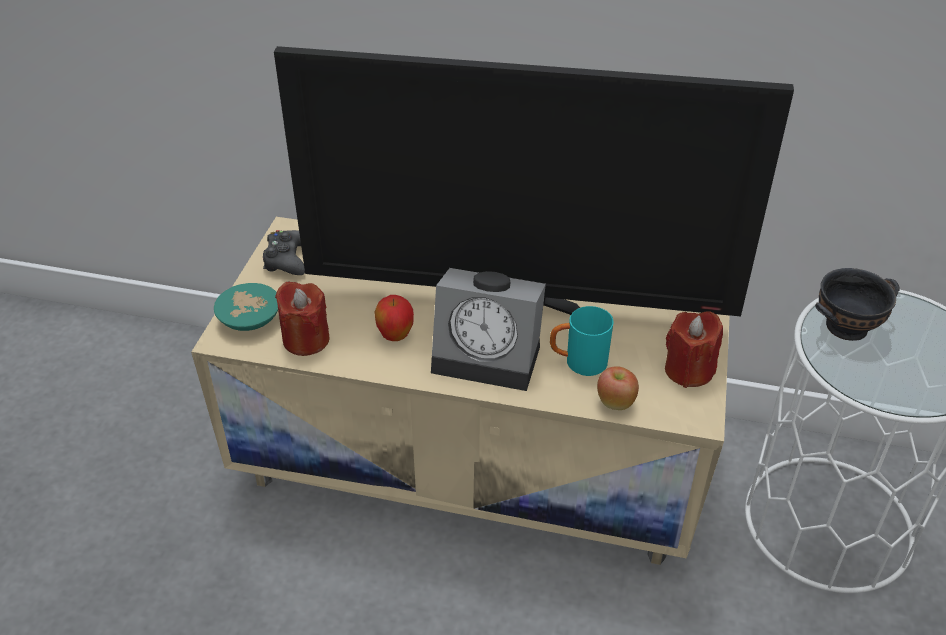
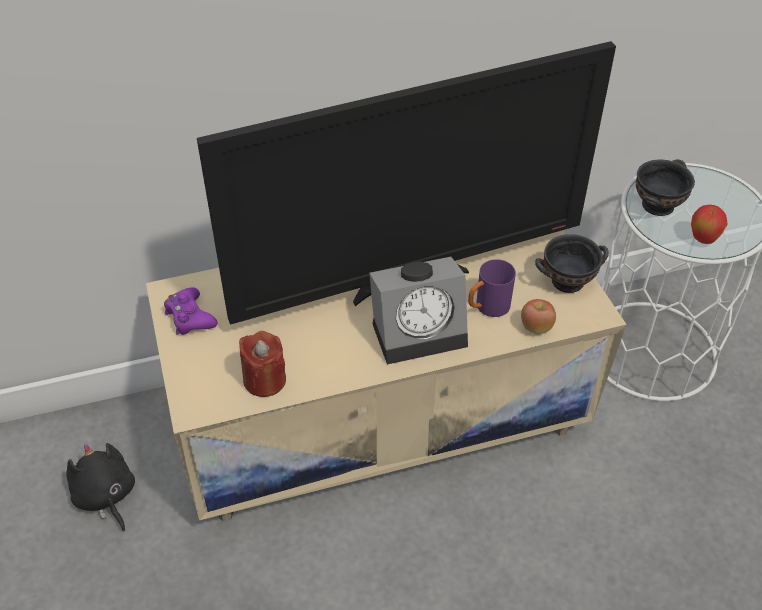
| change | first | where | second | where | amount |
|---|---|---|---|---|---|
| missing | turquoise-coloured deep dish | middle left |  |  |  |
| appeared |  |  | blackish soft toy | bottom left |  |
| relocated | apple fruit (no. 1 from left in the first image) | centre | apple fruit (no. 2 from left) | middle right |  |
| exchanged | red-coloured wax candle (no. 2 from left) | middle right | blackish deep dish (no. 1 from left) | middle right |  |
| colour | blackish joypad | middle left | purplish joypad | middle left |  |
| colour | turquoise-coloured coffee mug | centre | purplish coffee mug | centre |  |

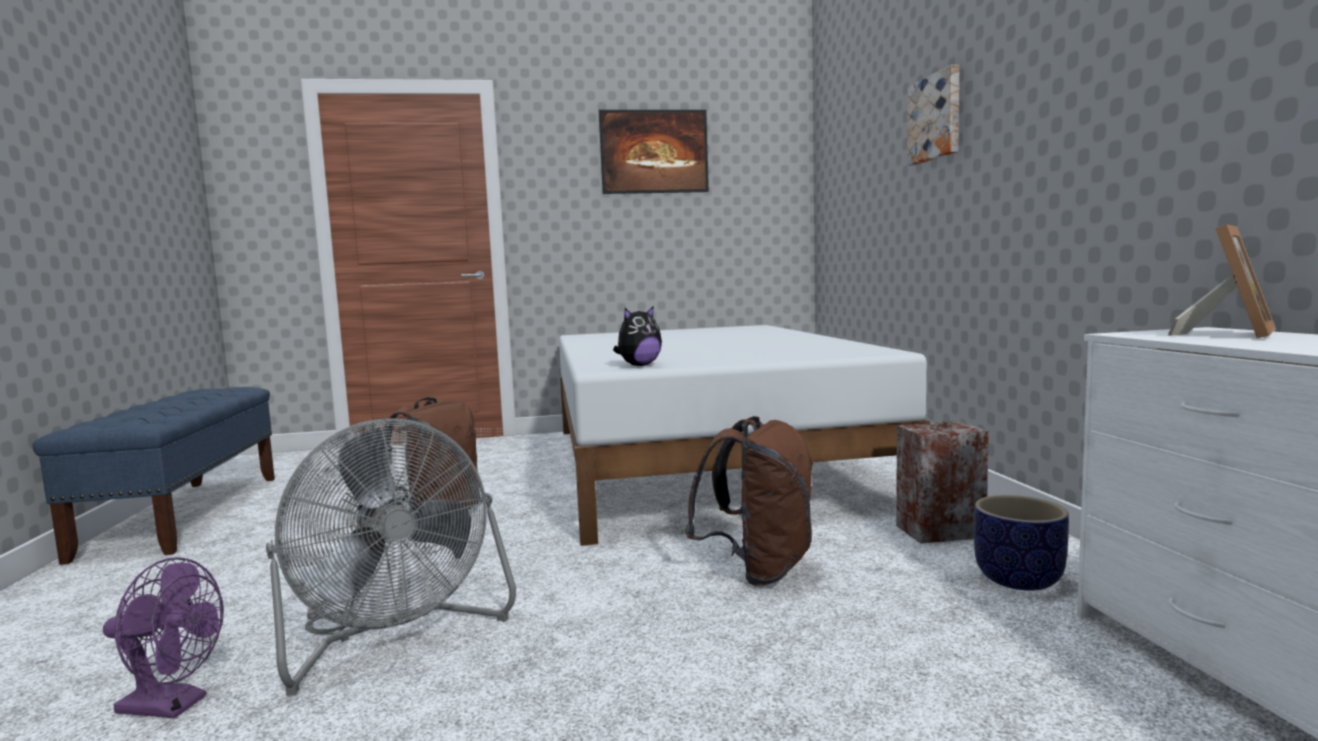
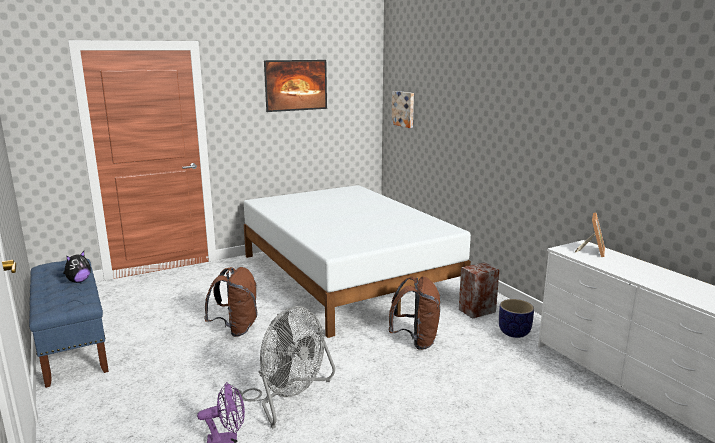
| change | first | where | second | where | amount |
|---|---|---|---|---|---|
| relocated | soft toy | centre |  | middle left |  |
| relocated | picture (no. 2 from left) | top right |  | top centre |  |

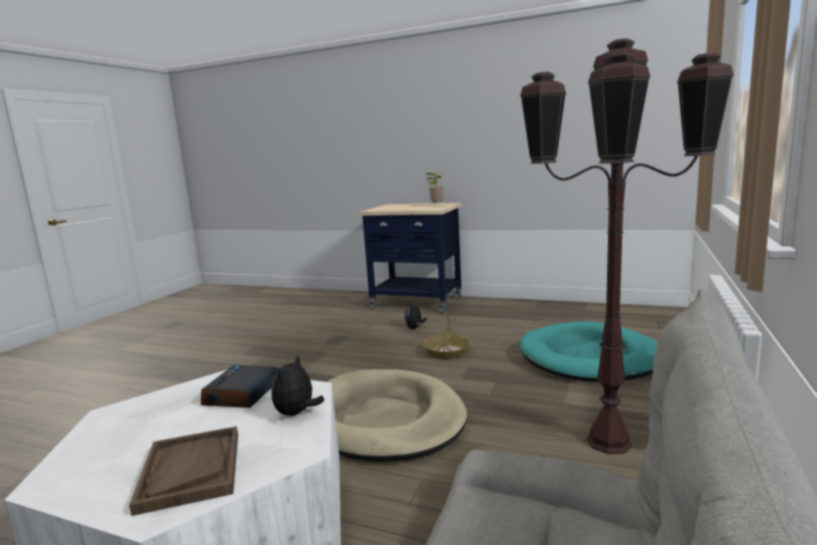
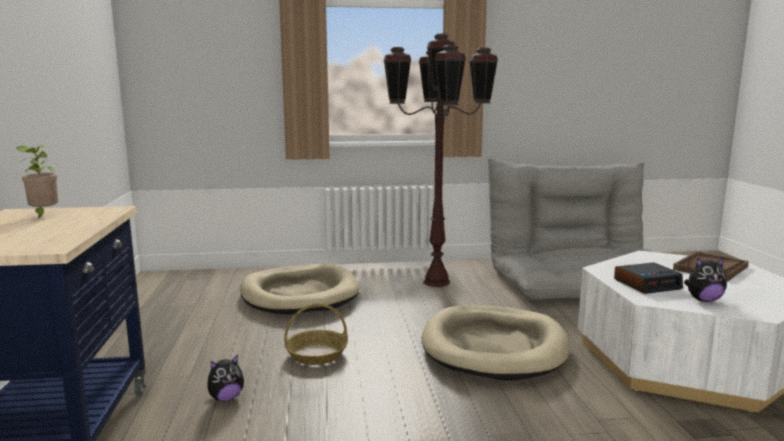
| change | first | where | second | where | amount |
|---|---|---|---|---|---|
| relocated | soft toy (no. 1 from left in the first image) | bottom centre | soft toy (no. 2 from left) | middle right |  |
| colour | turquoise-coloured dog cushion | middle right | beige-coloured dog cushion (no. 1 from left) | centre |  |

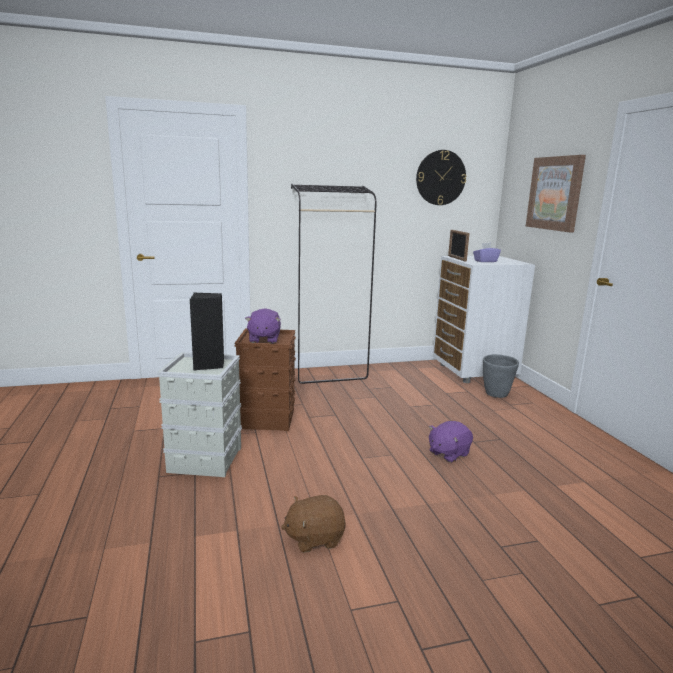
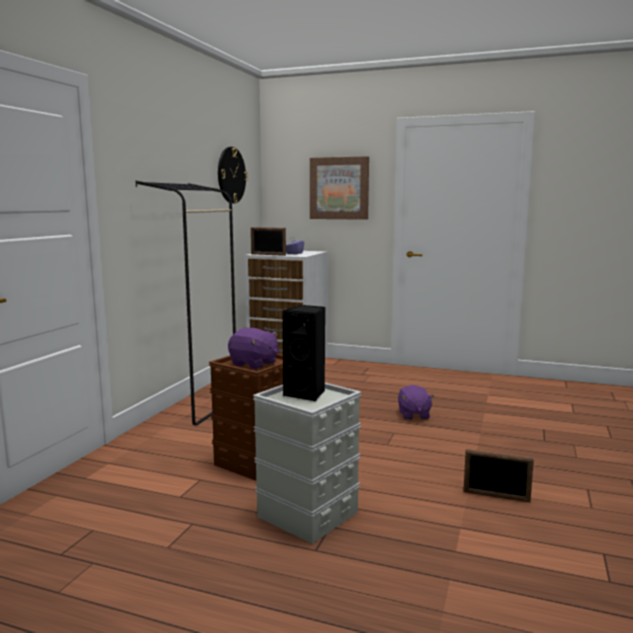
| change | first | where | second | where | amount |
|---|---|---|---|---|---|
| missing | gray planter | middle right |  |  |  |
| exchanged | brown-coloured soft toy | bottom centre | picture frame (no. 2 from left) | bottom right |  |

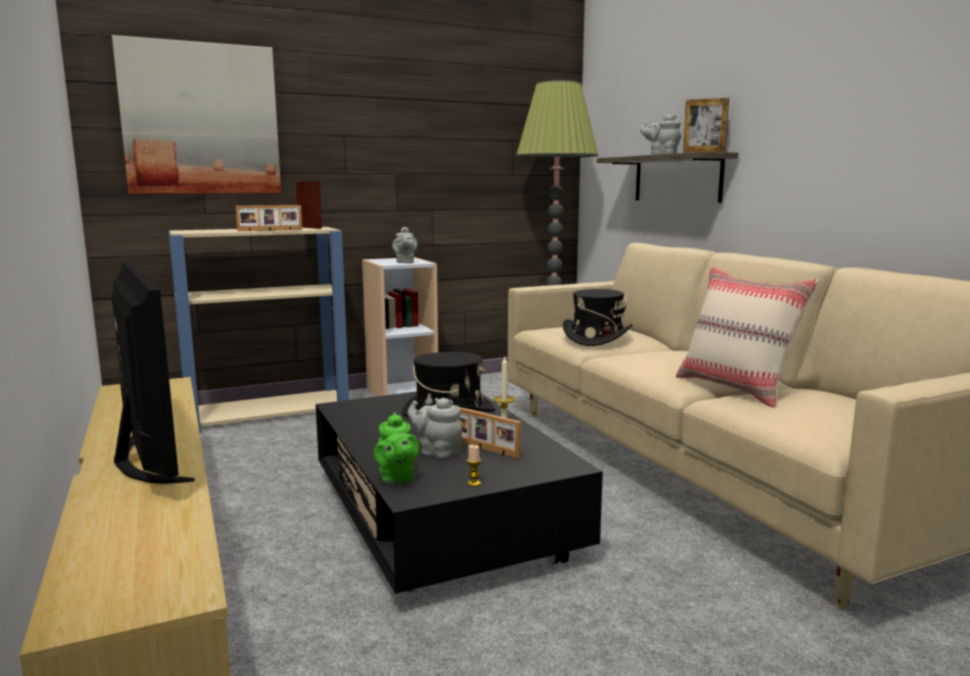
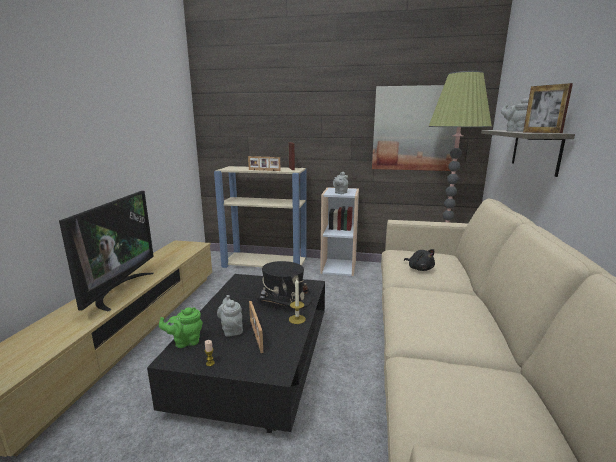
| change | first | where | second | where | amount |
|---|---|---|---|---|---|
| missing | beige-coloured cushion | middle right |  |  |  |
| relocated | picture | top left |  | top right |  |
| exchanged | blackish hat (no. 2 from left) | centre | blackish soft toy | middle right |  |
| spun | green pot for tea | centre |  | bottom left | 45 degrees clockwise |

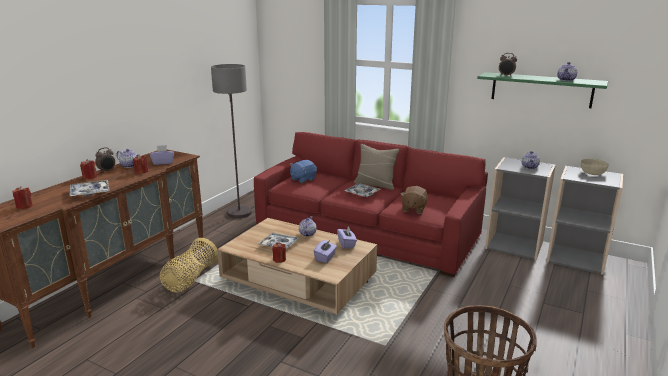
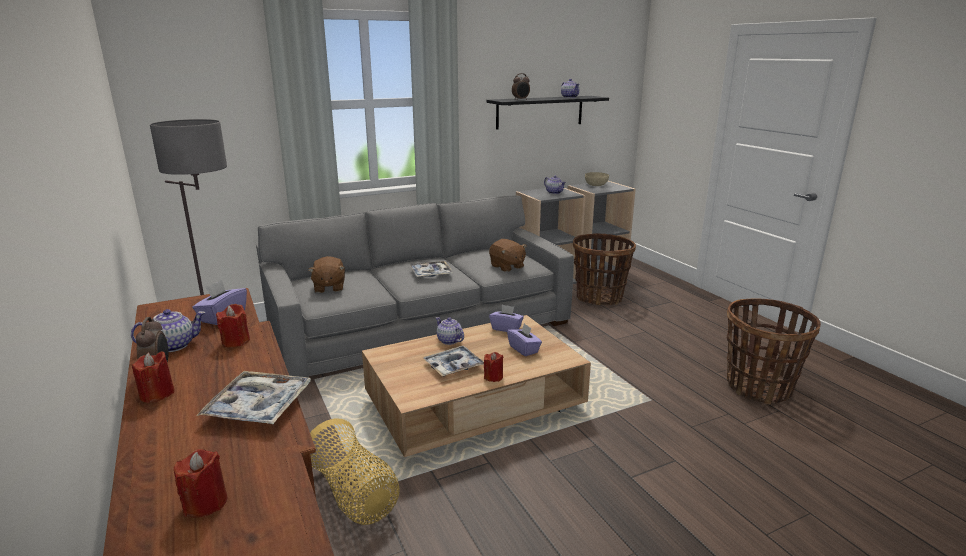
| change | first | where | second | where | amount |
|---|---|---|---|---|---|
| missing | beige-coloured cushion | centre |  |  |  |
| appeared |  |  | basket (no. 2 from left) | centre |  |
| colour | red-coloured sofa | centre | gray sofa | centre |  |
| colour | blue-coloured soft toy | centre | brown-coloured soft toy (no. 1 from left) | centre |  |
| colour | green wall shelf | top right | blackish wall shelf | top centre |  |

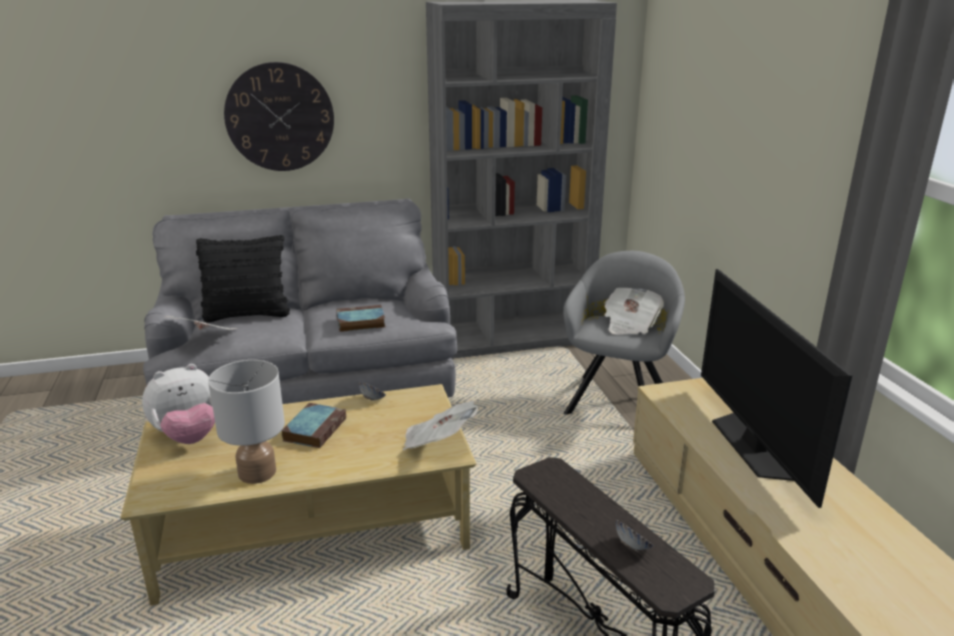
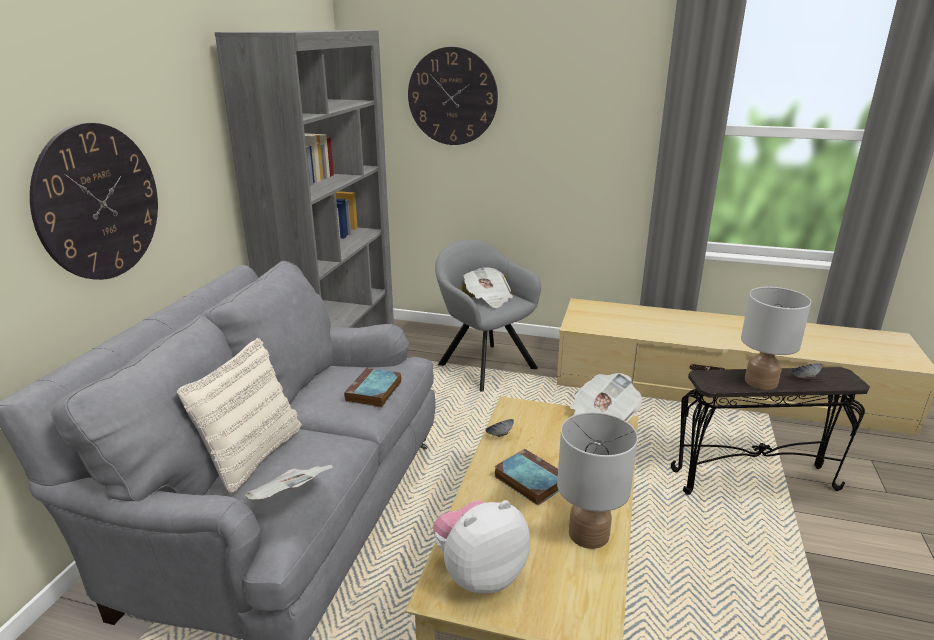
| change | first | where | second | where | amount |
|---|---|---|---|---|---|
| missing | TV set | middle right |  |  |  |
| appeared |  |  | clock on the wall (no. 2 from left) | top centre |  |
| appeared |  |  | gray tabletop lamp (no. 2 from left) | middle right |  |
| colour | blackish cushion | middle left | beige-coloured cushion | middle left |  |
| spun | soft toy | middle left |  | bottom centre | 120 degrees counterclockwise |

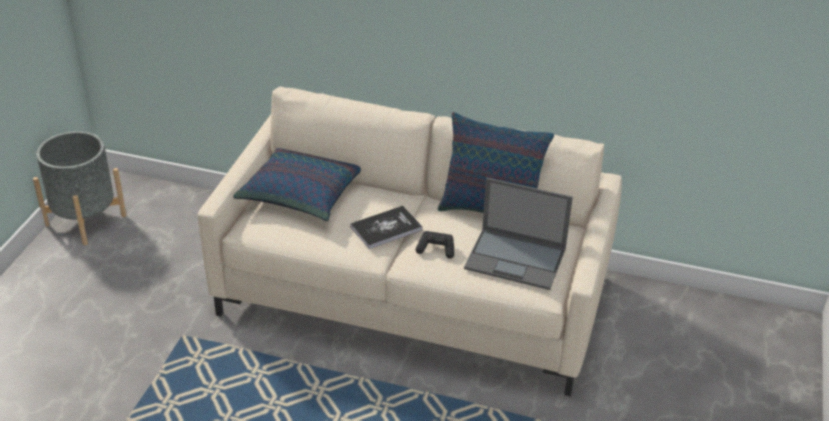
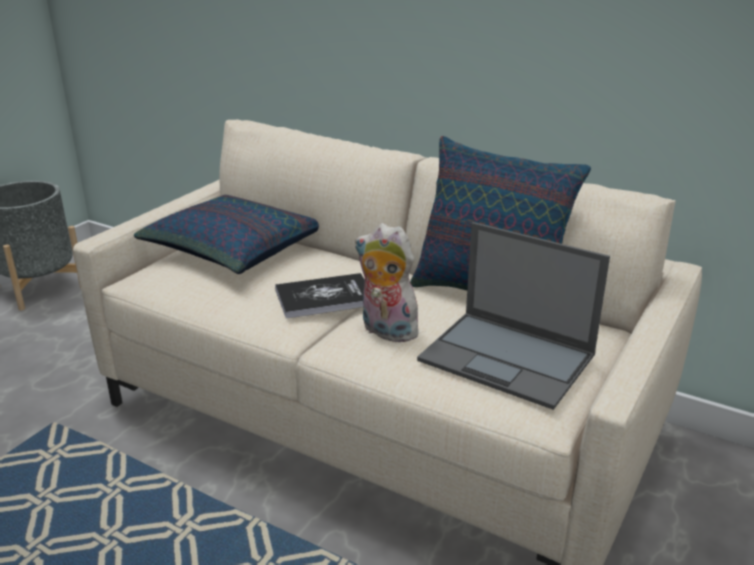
| change | first | where | second | where | amount |
|---|---|---|---|---|---|
| exchanged | blackish joypad | centre | soft toy | centre |  |

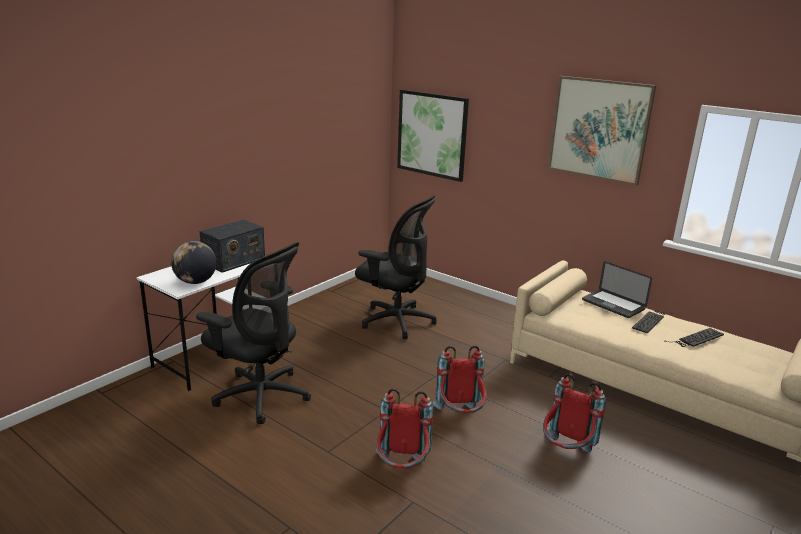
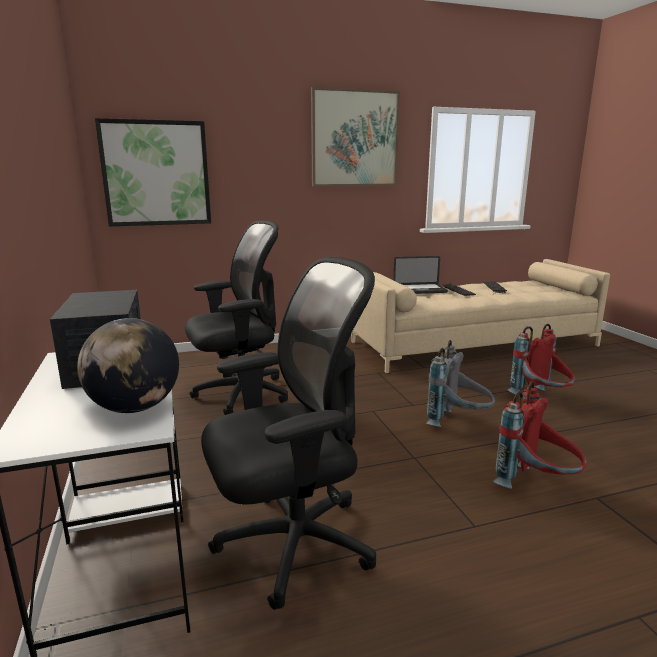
| change | first | where | second | where | amount |
|---|---|---|---|---|---|
| colour | red-coloured knapsack (no. 2 from left) | bottom centre | gray knapsack | middle right |  |

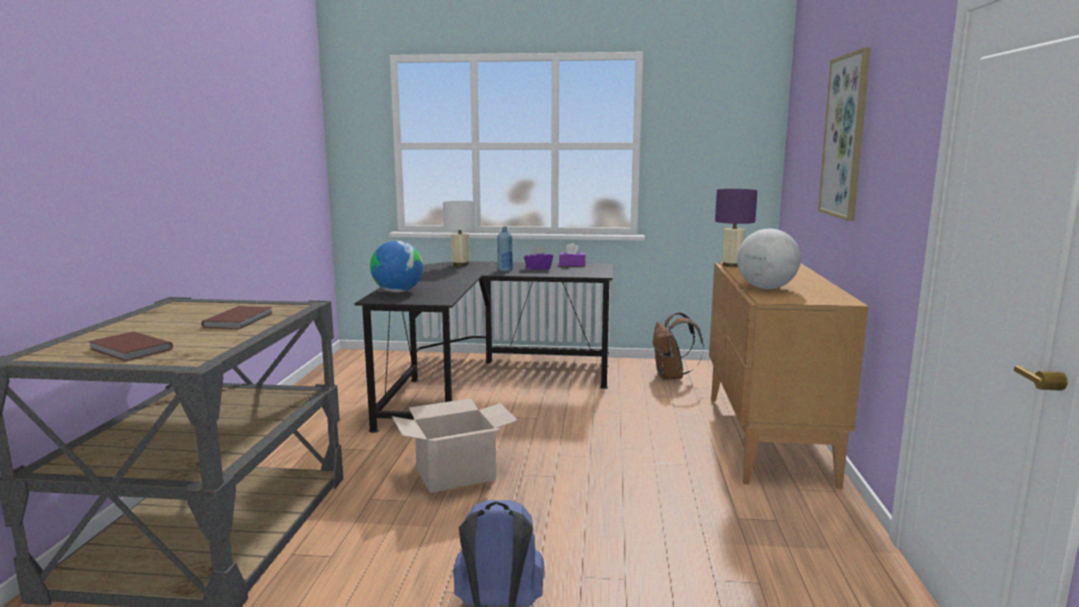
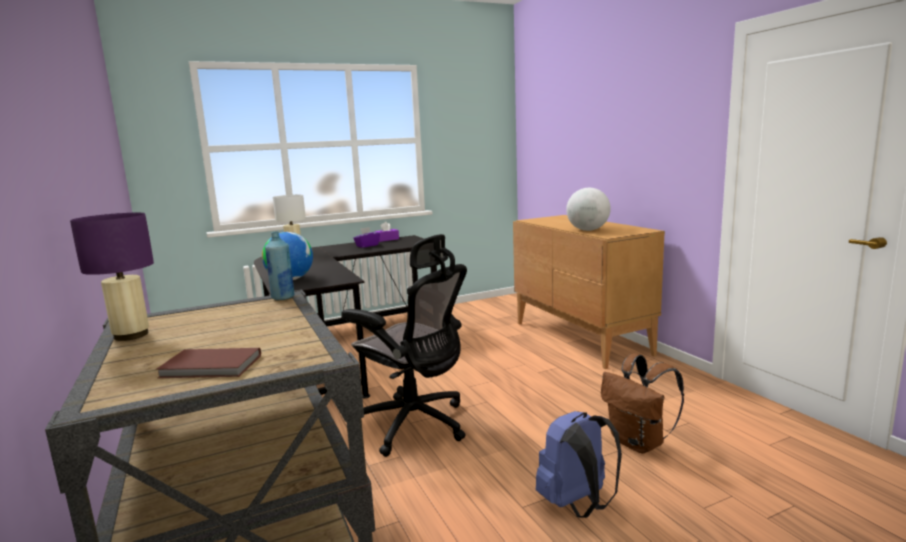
| change | first | where | second | where | amount |
|---|---|---|---|---|---|
| missing | brown-coloured book (no. 2 from left) | middle left |  |  |  |
| missing | picture | top right |  |  |  |
| relocated | blue-coloured bottle | centre |  | middle left |  |
| relocated | brown-coloured knapsack | centre |  | bottom right |  |
| relocated | purplish tabletop lamp | middle right |  | middle left |  |
| exchanged | carton | bottom centre | desk chair | centre |  |

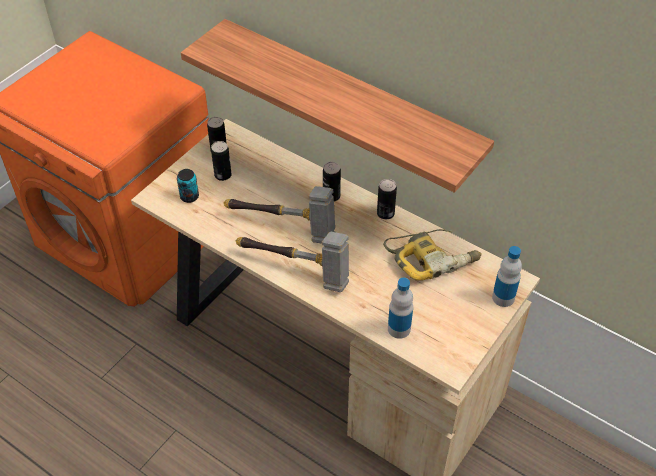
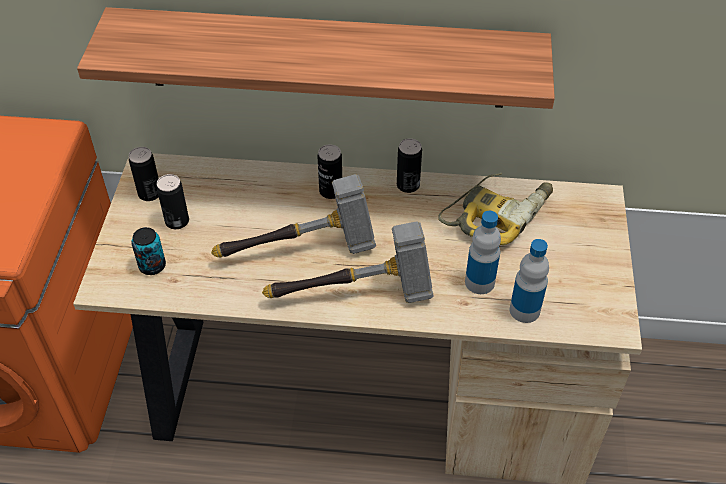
| change | first | where | second | where | amount |
|---|---|---|---|---|---|
| relocated | bottle (no. 2 from left in the first image) | middle right | bottle (no. 1 from left) | centre |  |

